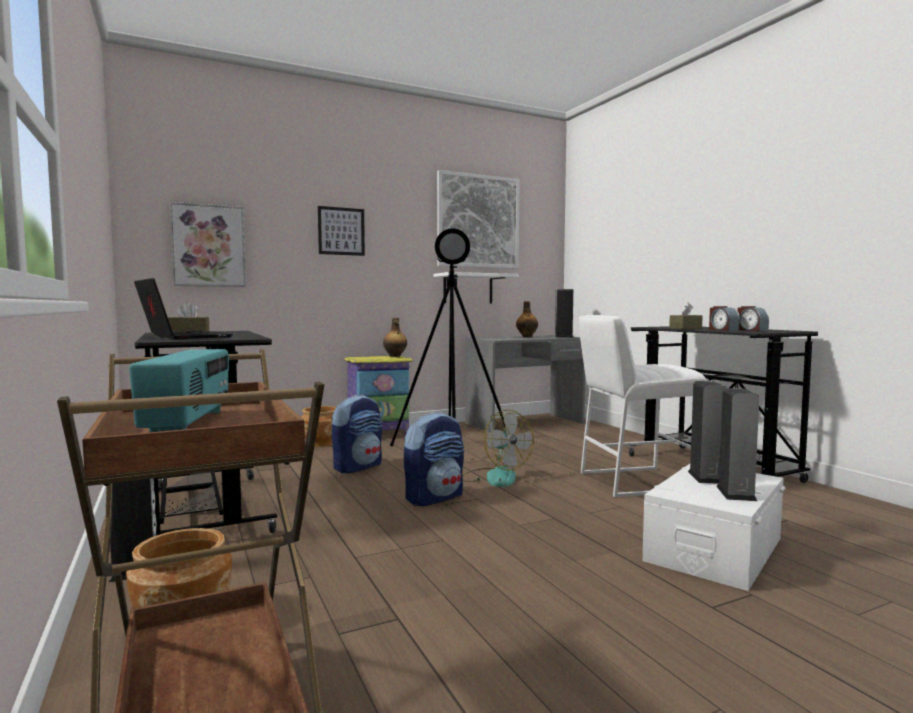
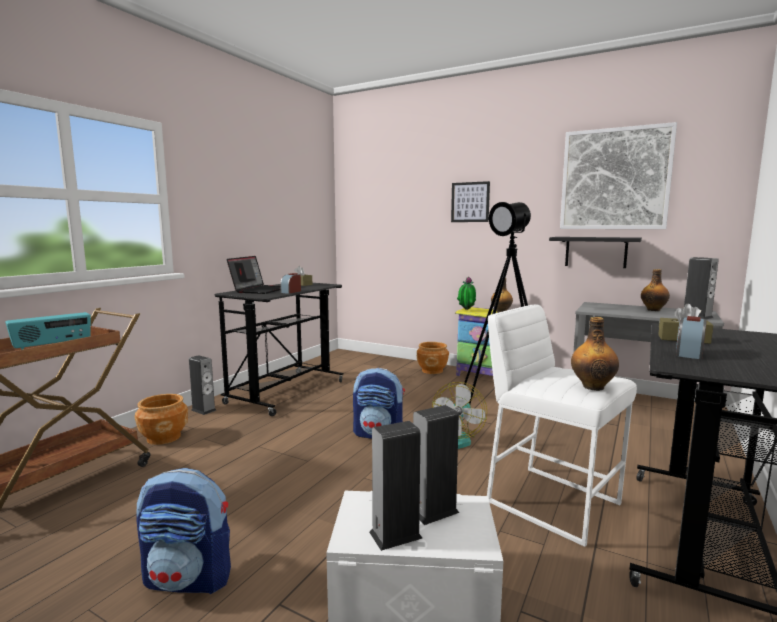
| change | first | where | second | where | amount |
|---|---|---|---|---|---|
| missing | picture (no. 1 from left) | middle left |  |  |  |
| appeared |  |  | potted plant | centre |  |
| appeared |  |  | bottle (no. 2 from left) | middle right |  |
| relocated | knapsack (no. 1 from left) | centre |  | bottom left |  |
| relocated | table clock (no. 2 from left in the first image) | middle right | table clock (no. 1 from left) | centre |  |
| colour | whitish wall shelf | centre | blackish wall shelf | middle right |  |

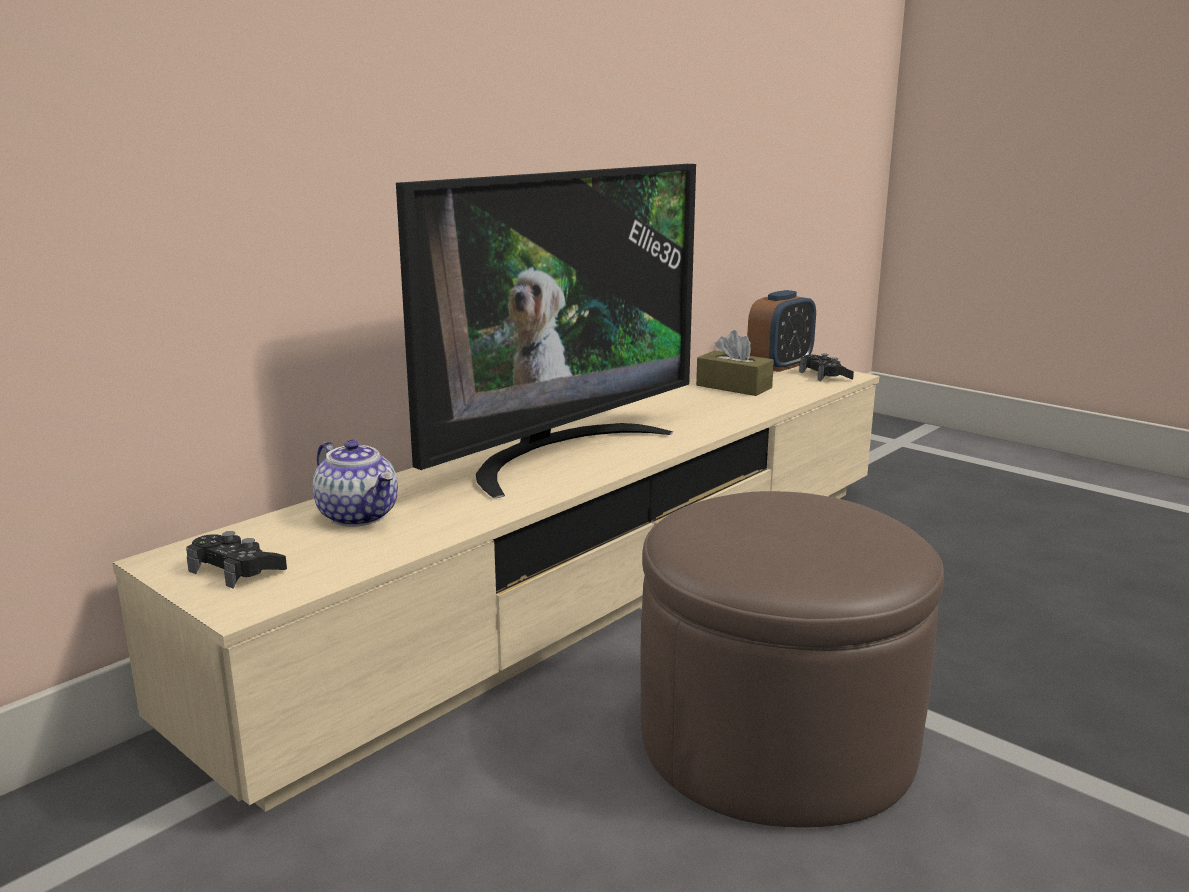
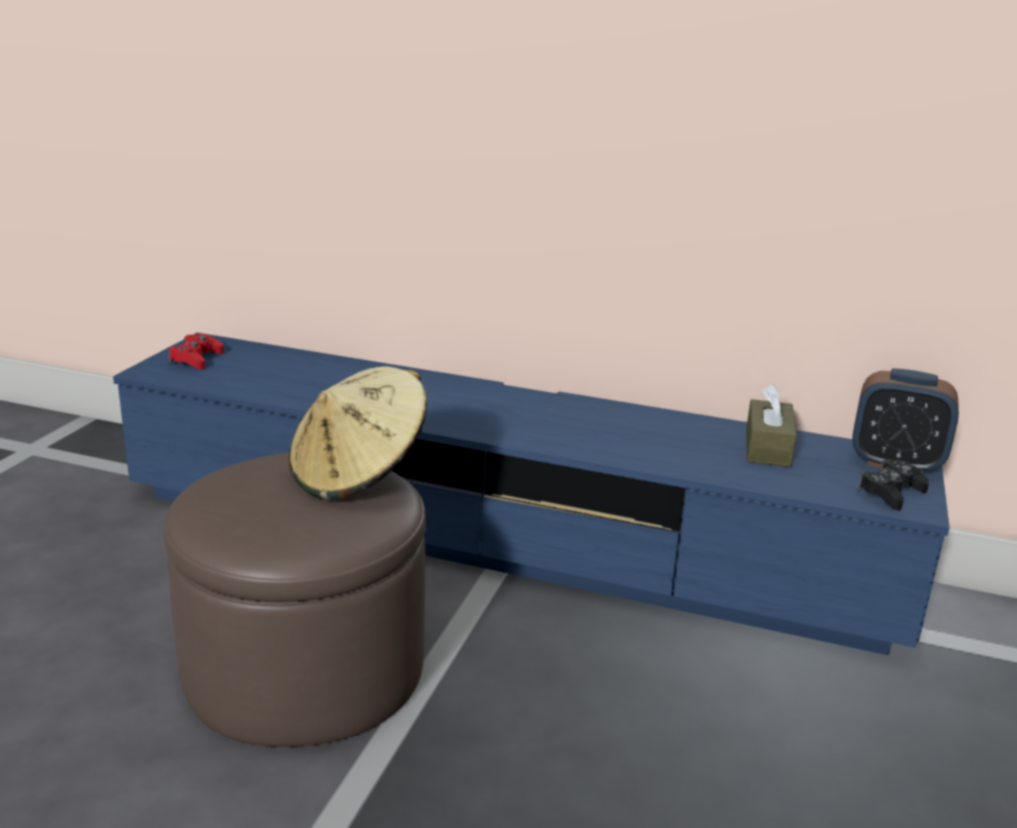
| change | first | where | second | where | amount |
|---|---|---|---|---|---|
| missing | pot for tea | middle left |  |  |  |
| missing | TV set | centre |  |  |  |
| appeared |  |  | beige-coloured hat | centre |  |
| colour | beige-coloured media console | centre | blue-coloured media console | centre |  |
| colour | blackish joypad (no. 1 from left) | middle left | red-coloured joypad | middle left |  |

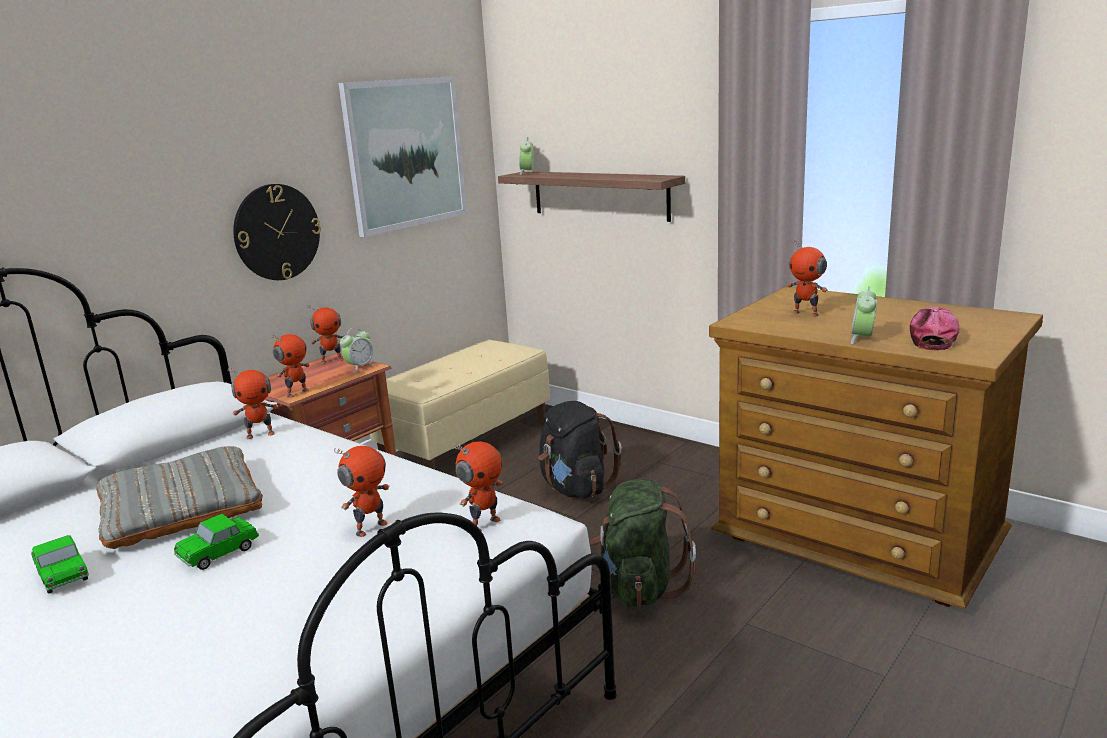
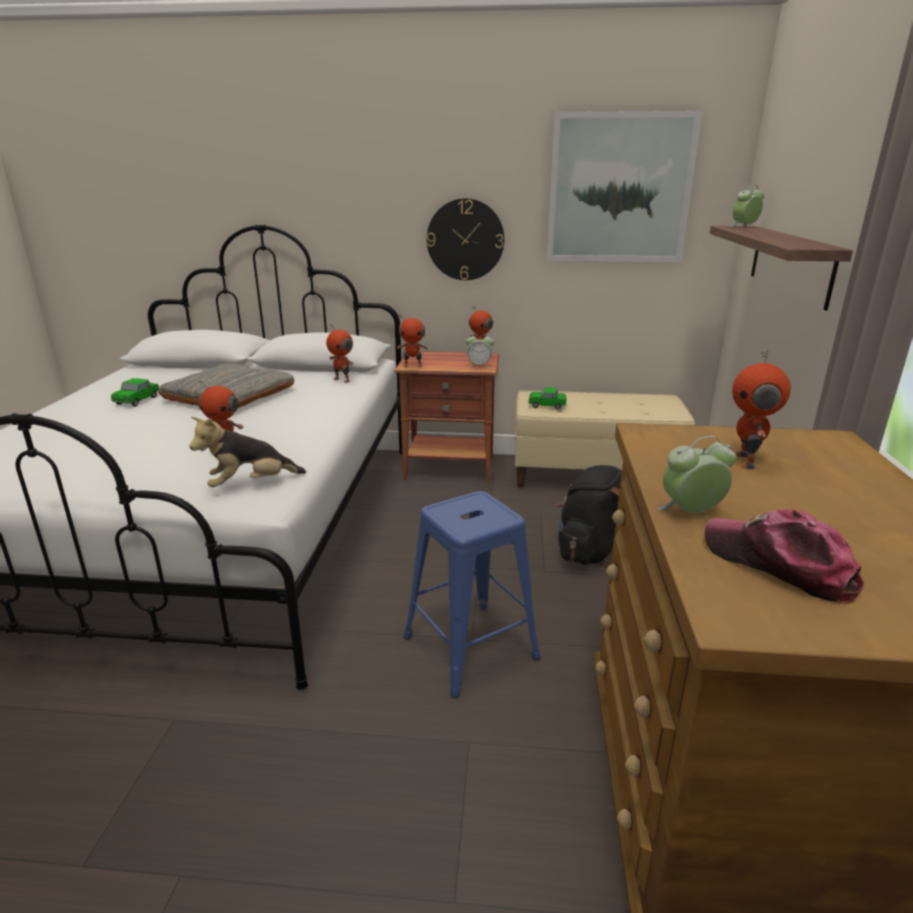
| change | first | where | second | where | amount |
|---|---|---|---|---|---|
| relocated | model car (no. 2 from left) | bottom left |  | centre |  |
| exchanged | toy robot (no. 5 from left) | centre | soft toy | middle left |  |
| exchanged | green knapsack | bottom centre | blue-coloured stool | centre |  |
| spun | cap | middle right |  | middle right | 120 degrees counterclockwise |

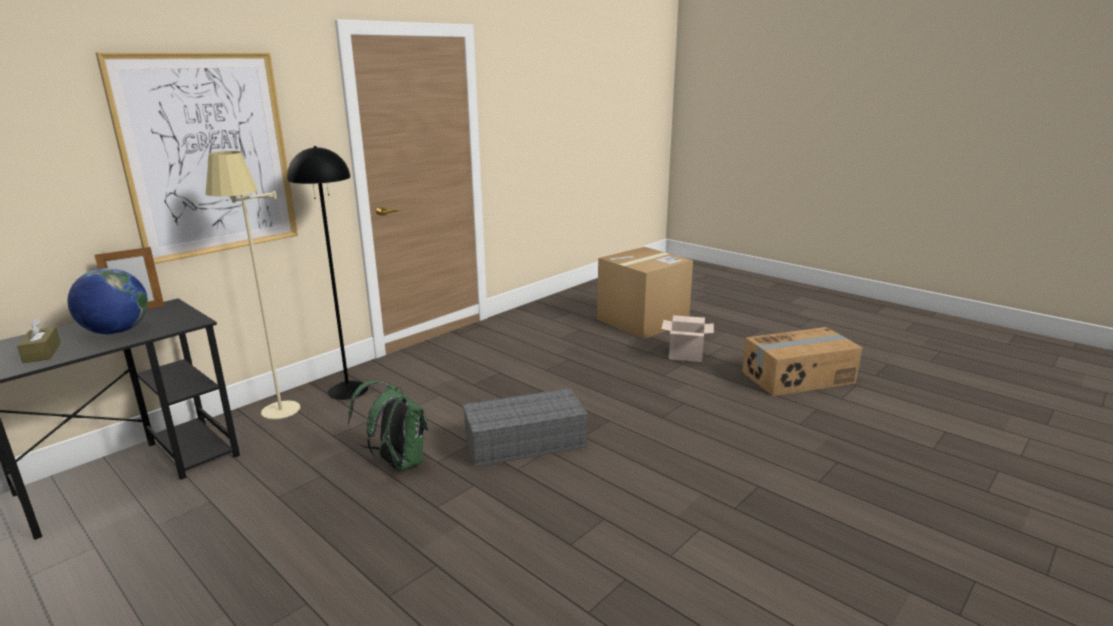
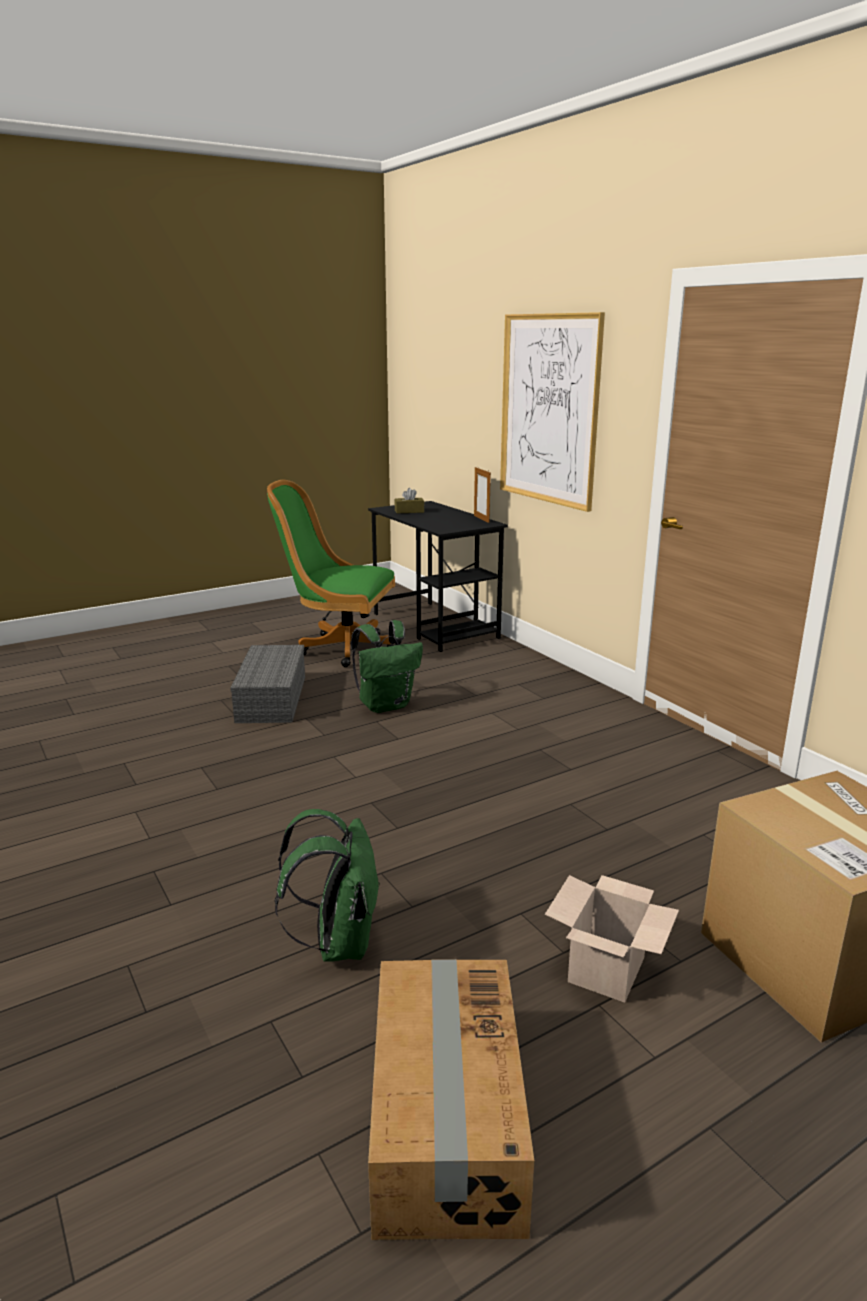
| change | first | where | second | where | amount |
|---|---|---|---|---|---|
| missing | globe | middle left |  |  |  |
| missing | beige-coloured floor lamp | middle left |  |  |  |
| missing | blackish floor lamp | middle left |  |  |  |
| appeared |  |  | green desk chair | centre |  |
| appeared |  |  | green knapsack (no. 1 from left) | bottom centre |  |
| relocated | gray storage container | bottom centre |  | middle left |  |

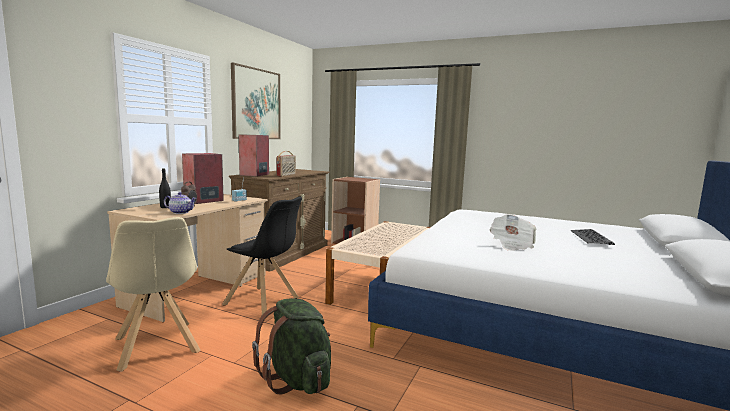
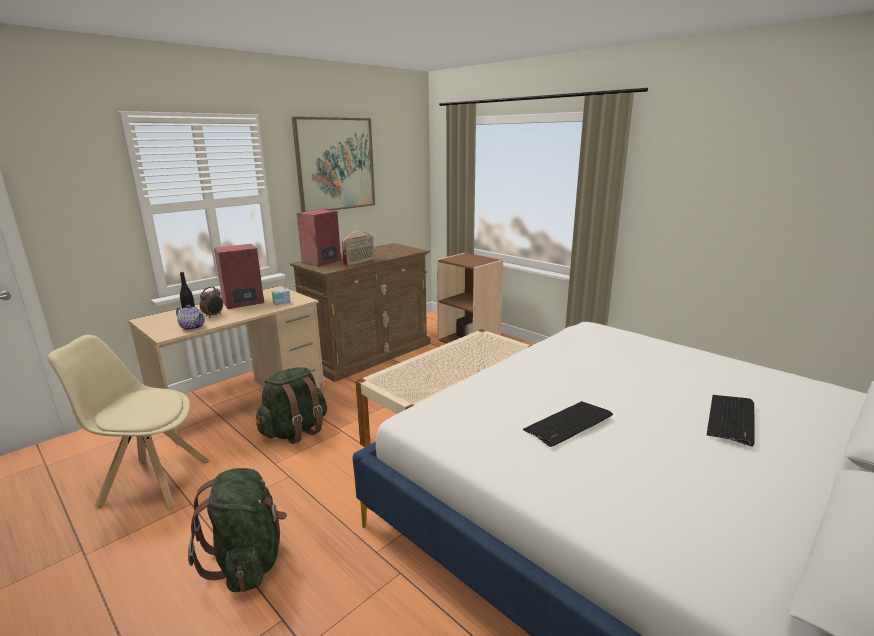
| change | first | where | second | where | amount |
|---|---|---|---|---|---|
| exchanged | blackish upright chair | centre | green knapsack (no. 2 from left) | middle left |  |
| exchanged | daily paper | middle right | PC keyboard (no. 1 from left) | bottom centre |  |
| spun | beige-coloured upright chair | bottom left |  | middle left | 105 degrees clockwise |

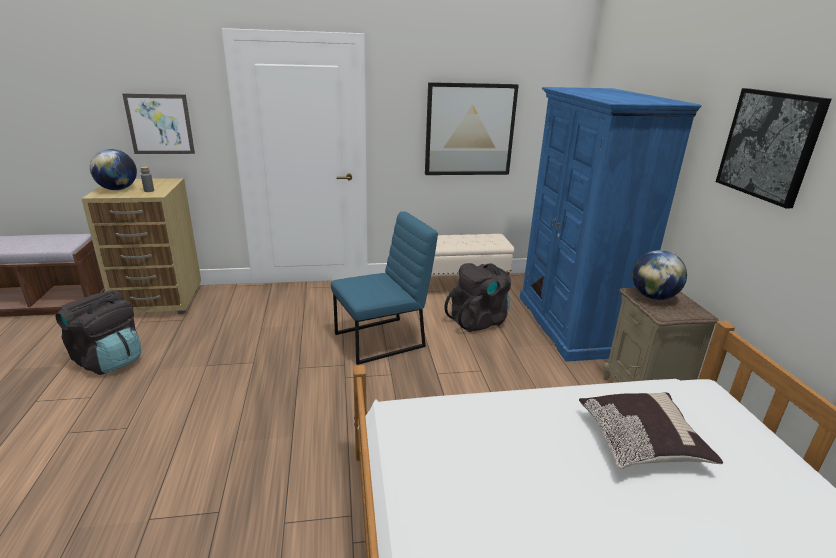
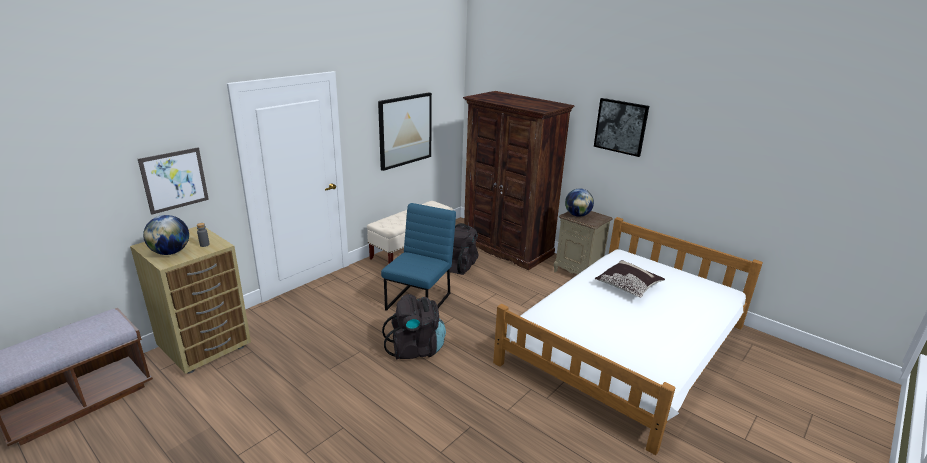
| change | first | where | second | where | amount |
|---|---|---|---|---|---|
| relocated | blackish knapsack (no. 1 from left) | middle left |  | bottom centre |  |
| colour | blue-coloured wardrobe | middle right | brown-coloured wardrobe | centre |  |

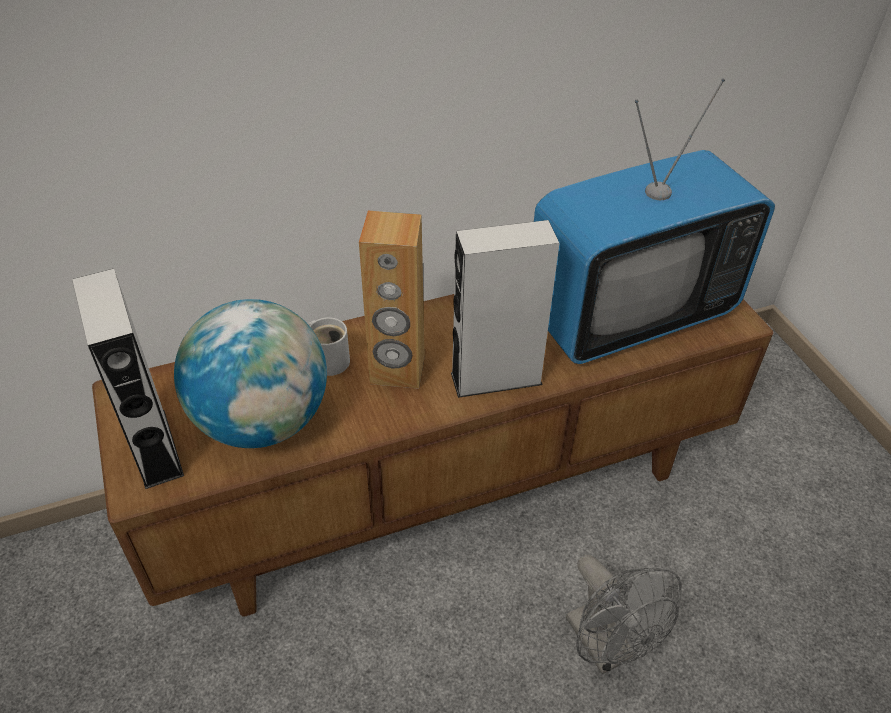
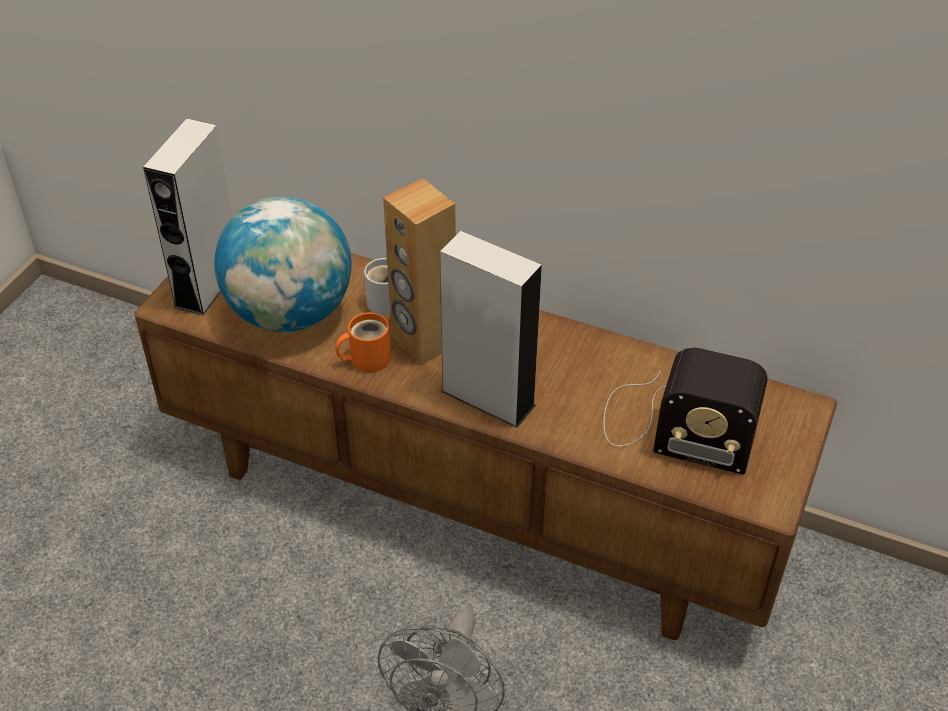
| change | first | where | second | where | amount |
|---|---|---|---|---|---|
| appeared |  |  | orange coffee mug | centre |  |
| exchanged | TV set | top right | radio receiver | middle right |  |

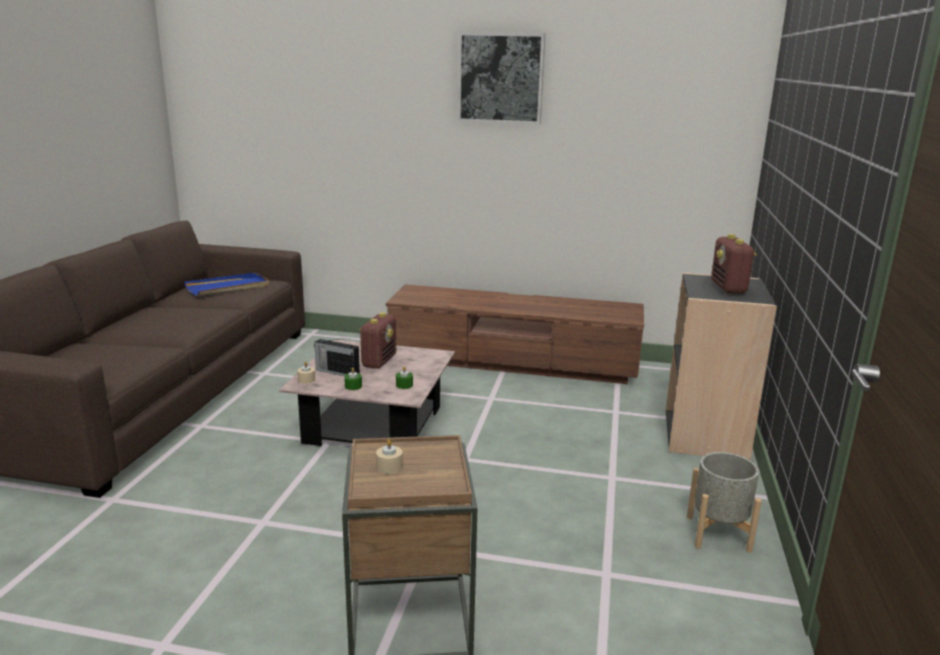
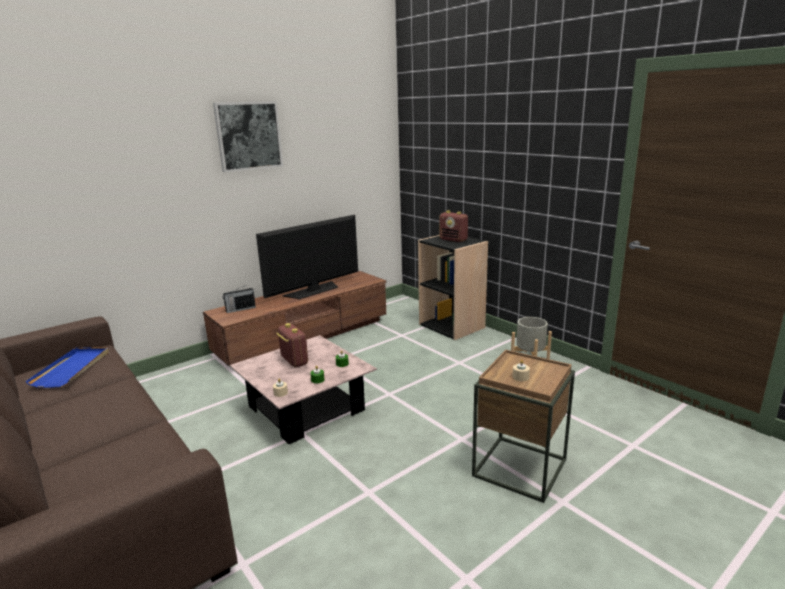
| change | first | where | second | where | amount |
|---|---|---|---|---|---|
| appeared |  |  | TV set | centre |  |
| relocated | radio receiver (no. 1 from left) | centre |  | middle left |  |

